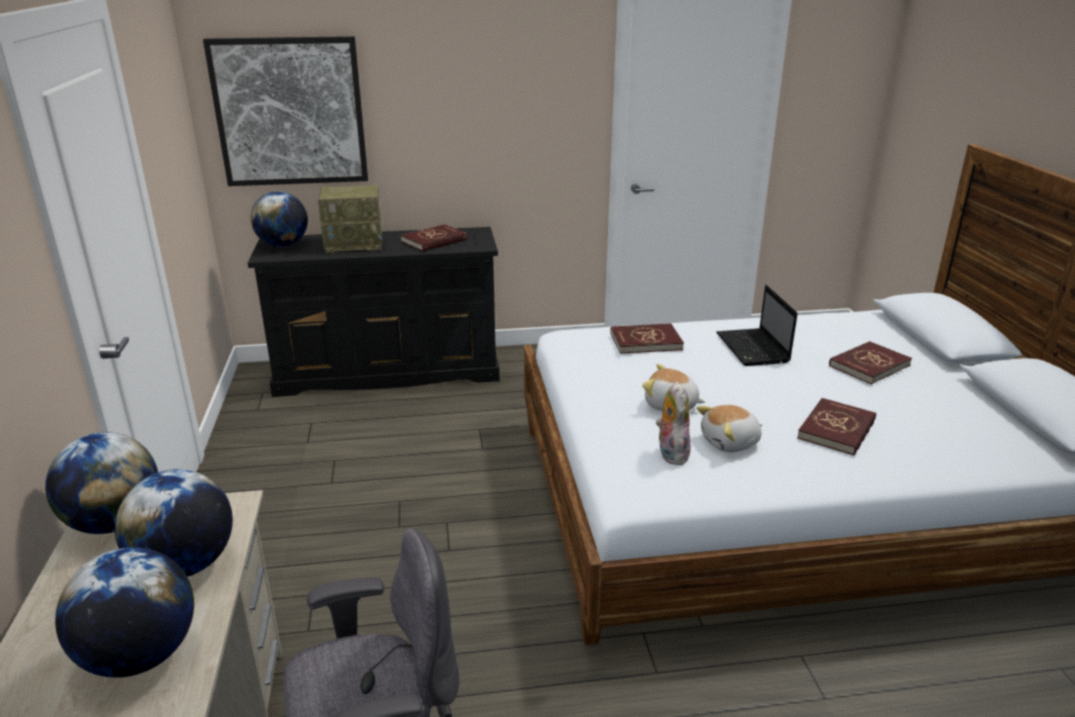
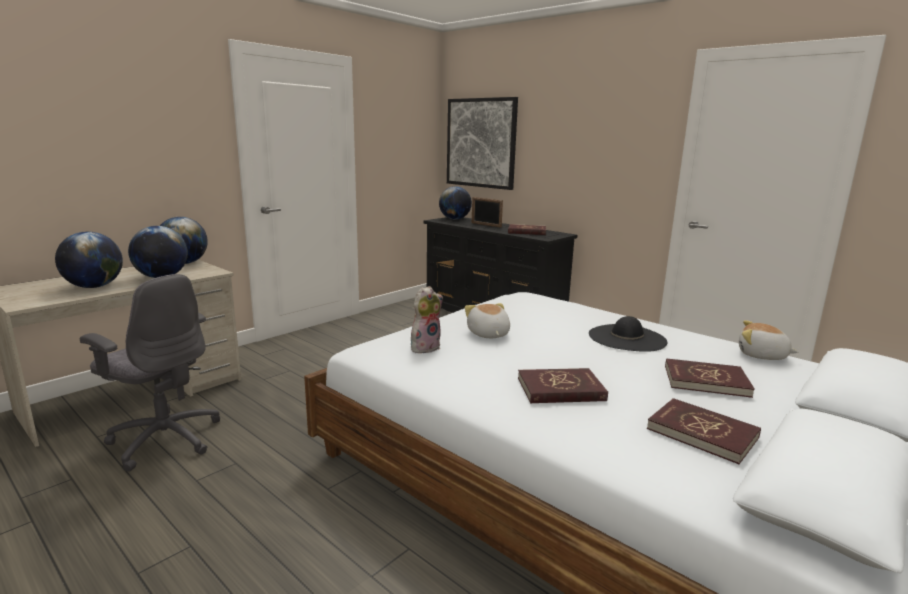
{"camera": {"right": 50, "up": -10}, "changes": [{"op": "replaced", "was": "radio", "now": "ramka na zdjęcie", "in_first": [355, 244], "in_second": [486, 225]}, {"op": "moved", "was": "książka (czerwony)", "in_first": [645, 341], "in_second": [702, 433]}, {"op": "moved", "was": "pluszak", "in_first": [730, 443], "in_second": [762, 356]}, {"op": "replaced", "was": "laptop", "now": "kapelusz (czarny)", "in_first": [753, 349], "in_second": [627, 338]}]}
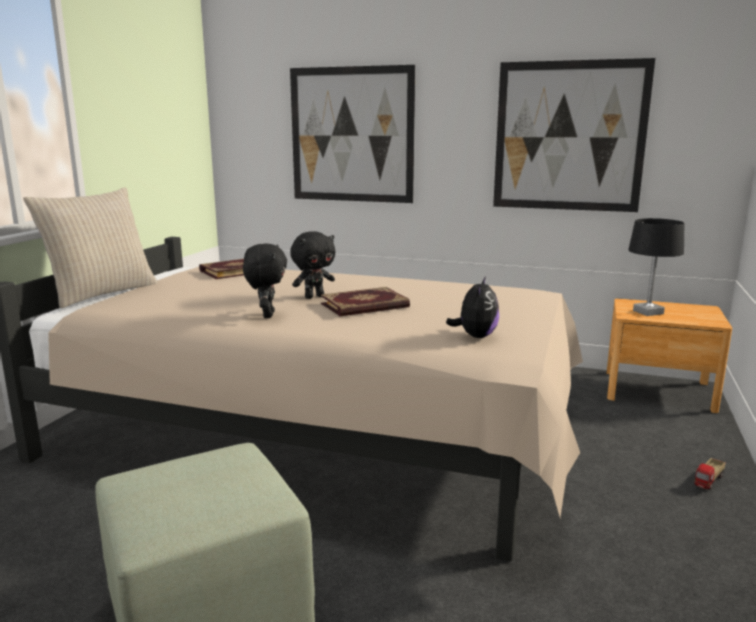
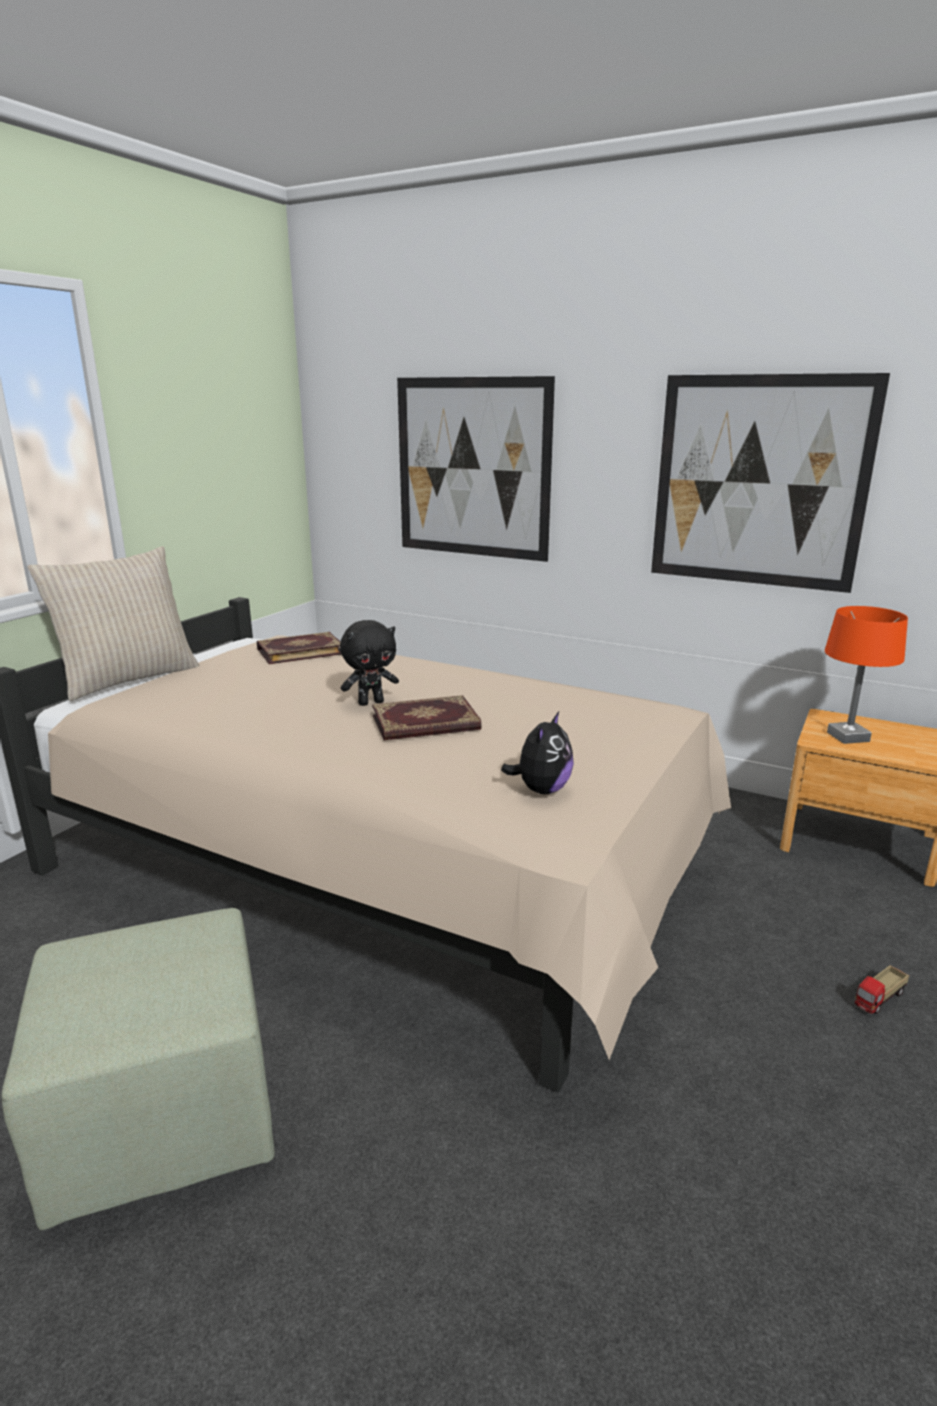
{"camera": {"right": 10, "up": 5}, "changes": [{"op": "removed", "was": "pluszak (czarny)", "in_first": [267, 315]}, {"op": "recoloured", "was": "lampa stołowa (czarny)", "now": "lampa stołowa (pomarańczowy)", "in_first": [648, 312], "in_second": [848, 737]}]}
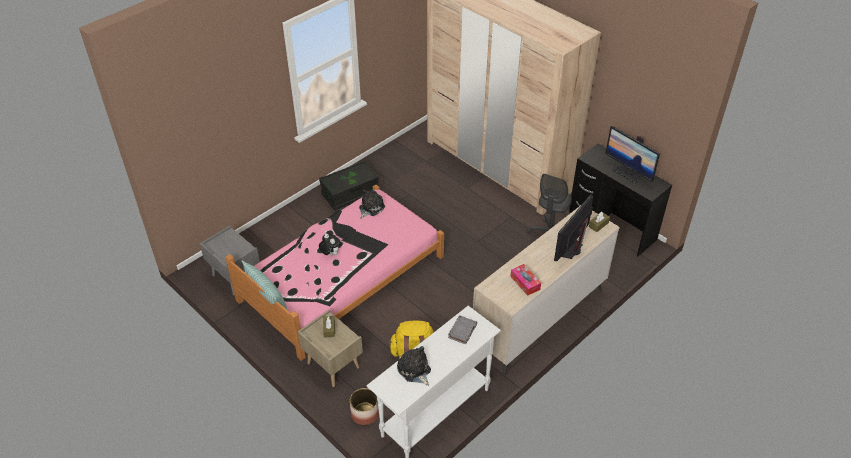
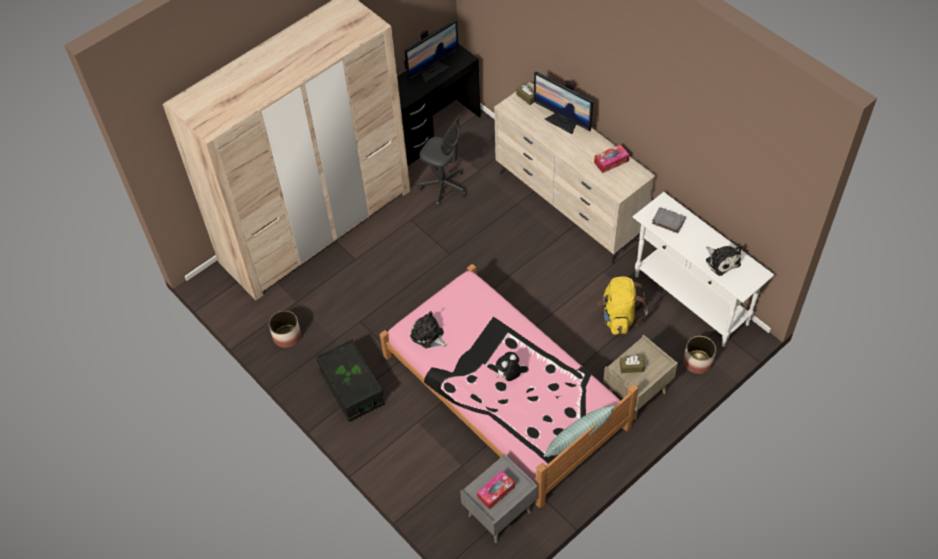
{"camera": {"right": -85, "up": 10}, "changes": [{"op": "turned", "was": "pluszak", "in_first": [414, 370], "in_second": [721, 261], "clockwise": -90}, {"op": "added", "now": "donica", "in_second": [286, 336]}, {"op": "added", "now": "pudełko chusteczek", "in_second": [496, 492]}]}
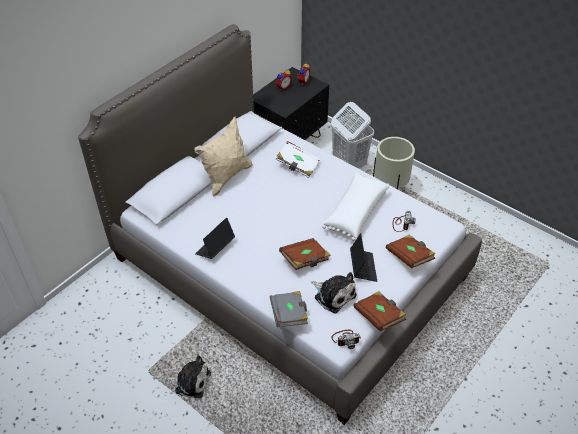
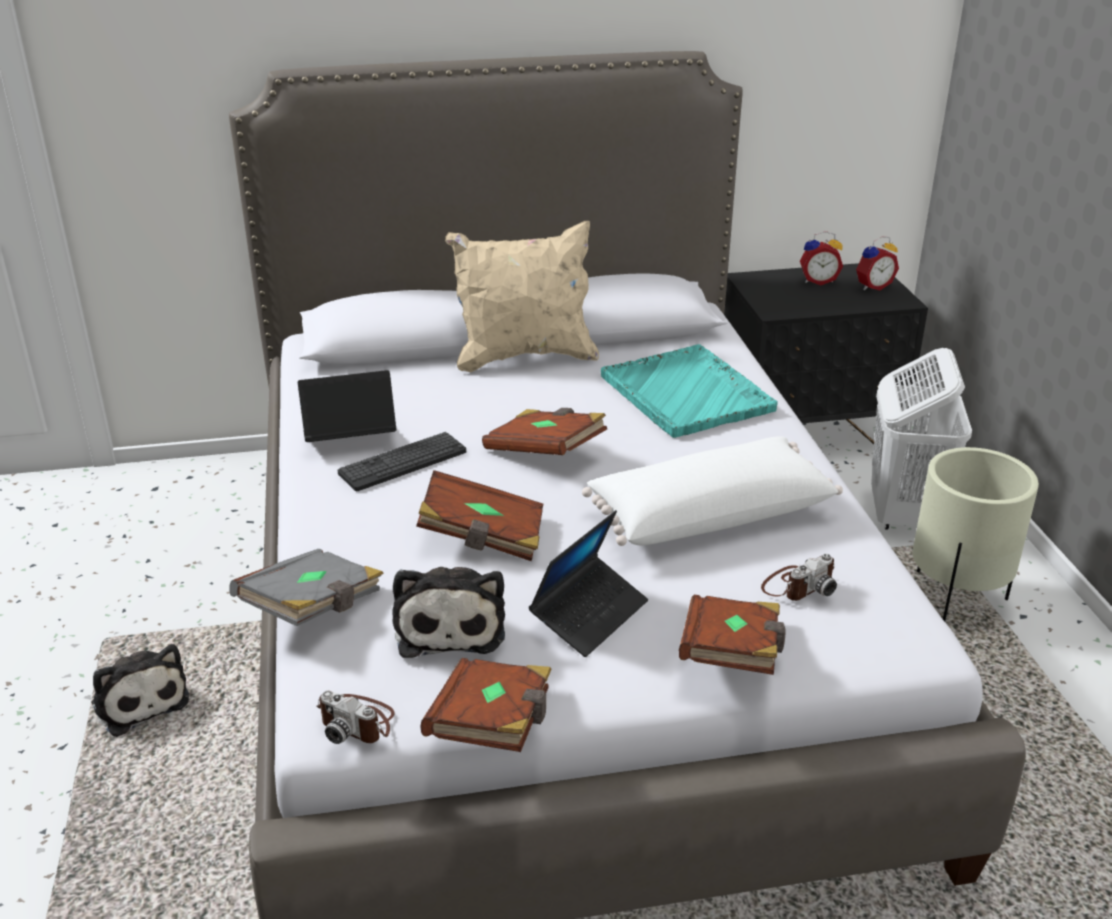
{"camera": {"right": 40, "up": -15}, "changes": [{"op": "replaced", "was": "książka (biały)", "now": "taca (turkusowy)", "in_first": [297, 166], "in_second": [687, 394]}, {"op": "added", "now": "klawiatura", "in_second": [403, 462]}, {"op": "added", "now": "książka (brązowy)", "in_second": [545, 452]}]}
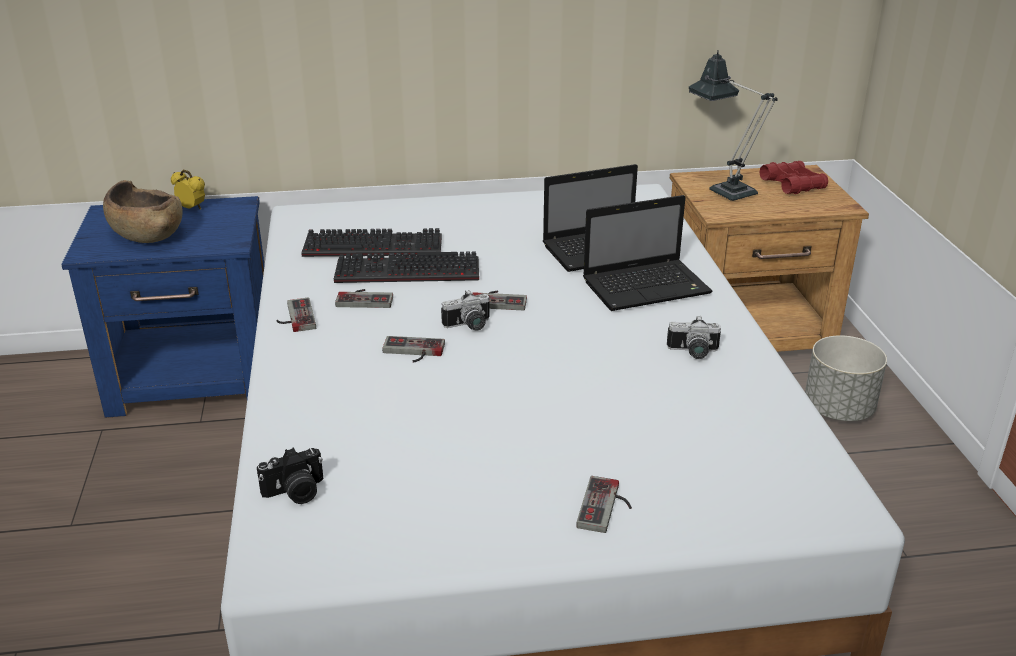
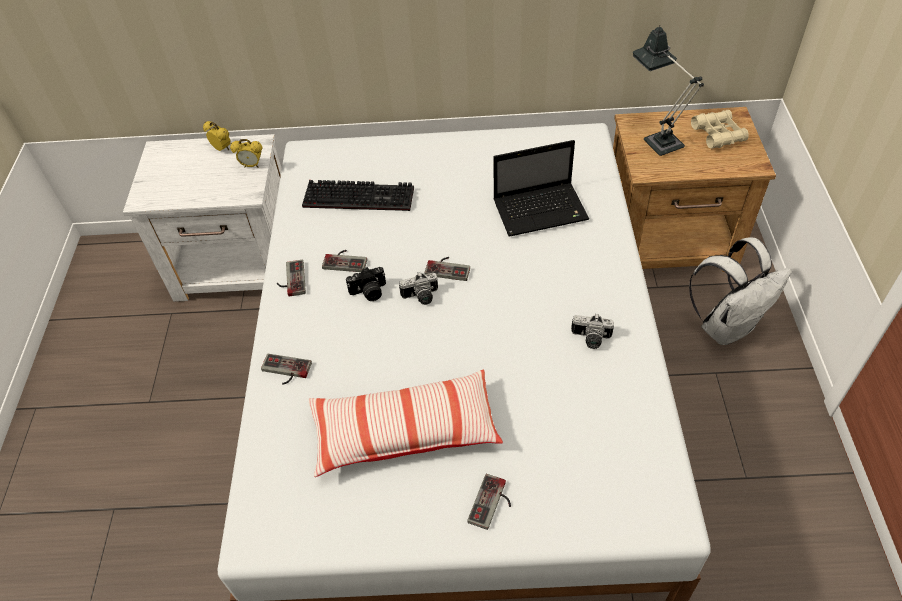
{"camera": {"right": 10, "up": 20}, "changes": [{"op": "recoloured", "was": "szafka nocna (niebieski)", "now": "szafka nocna (biały)", "in_first": [197, 377], "in_second": [240, 265]}, {"op": "removed", "was": "miska (brązowy)", "in_first": [146, 232]}, {"op": "moved", "was": "aparat fotograficzny", "in_first": [295, 492], "in_second": [369, 292]}, {"op": "removed", "was": "klawiatura", "in_first": [405, 273]}, {"op": "moved", "was": "pad do gier", "in_first": [412, 352], "in_second": [284, 371]}, {"op": "removed", "was": "laptop", "in_first": [648, 287]}, {"op": "recoloured", "was": "lornetka (czerwony)", "now": "lornetka (beżowy)", "in_first": [792, 185], "in_second": [718, 134]}, {"op": "replaced", "was": "donica (szary)", "now": "plecak (biały)", "in_first": [838, 409], "in_second": [727, 326]}, {"op": "added", "now": "budzik", "in_second": [252, 165]}, {"op": "added", "now": "poduszka", "in_second": [405, 431]}]}
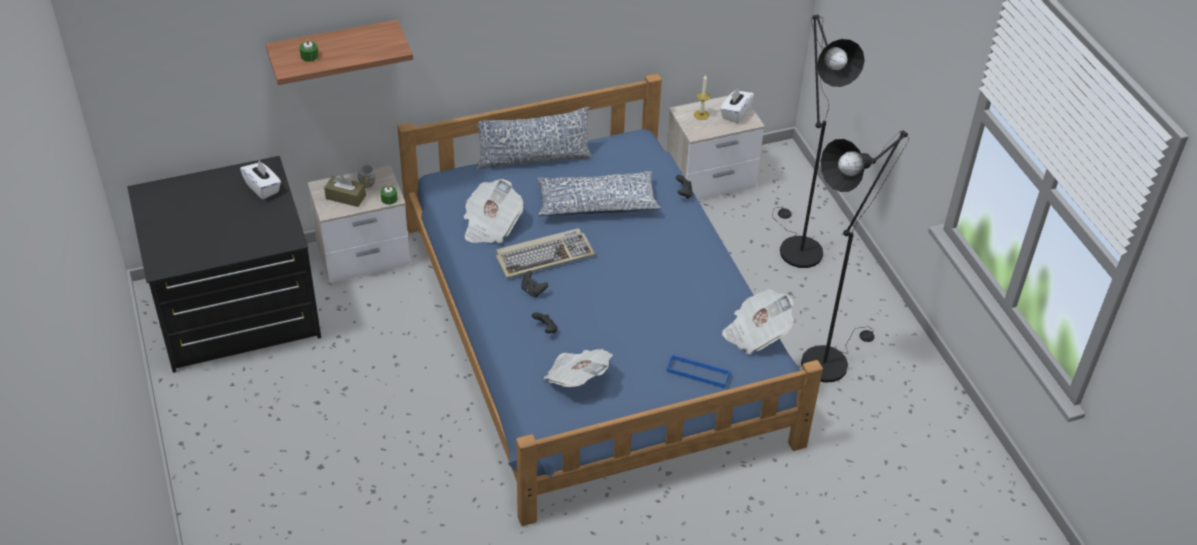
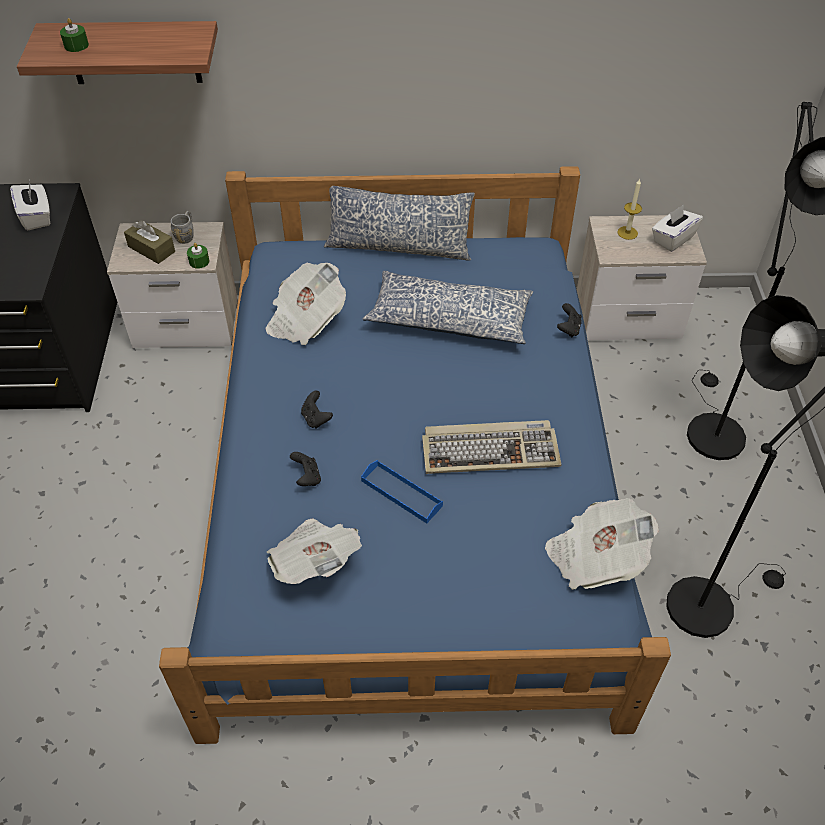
{"camera": {"right": 20, "up": 5}, "changes": [{"op": "moved", "was": "klawiatura", "in_first": [544, 255], "in_second": [490, 450]}, {"op": "moved", "was": "taca (niebieski)", "in_first": [698, 373], "in_second": [401, 493]}]}
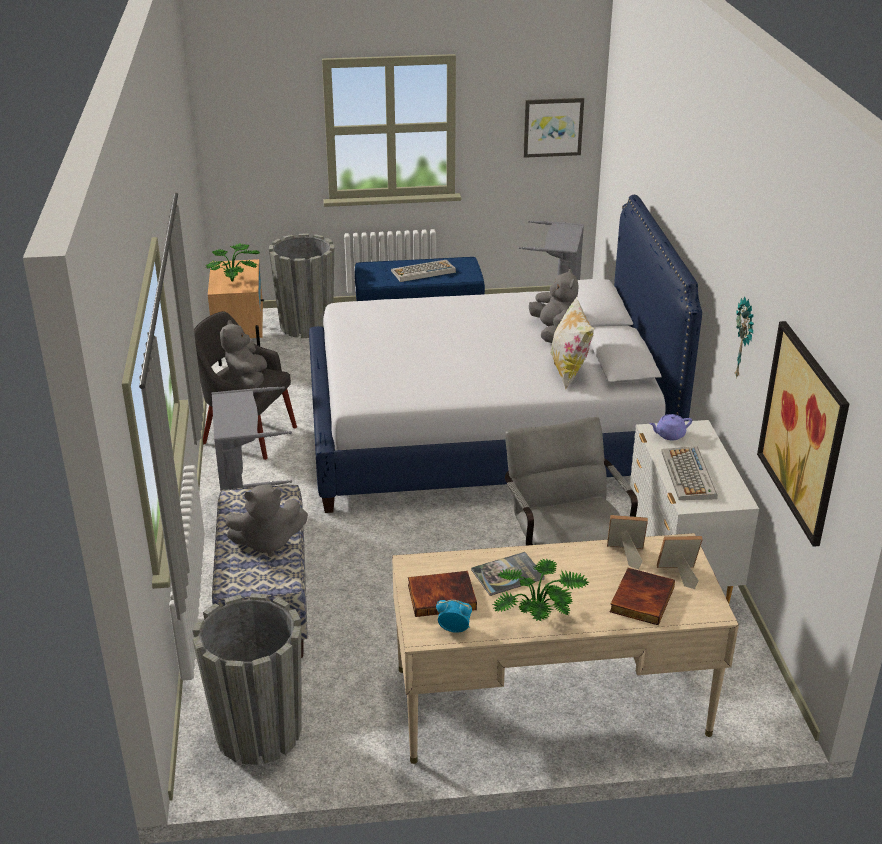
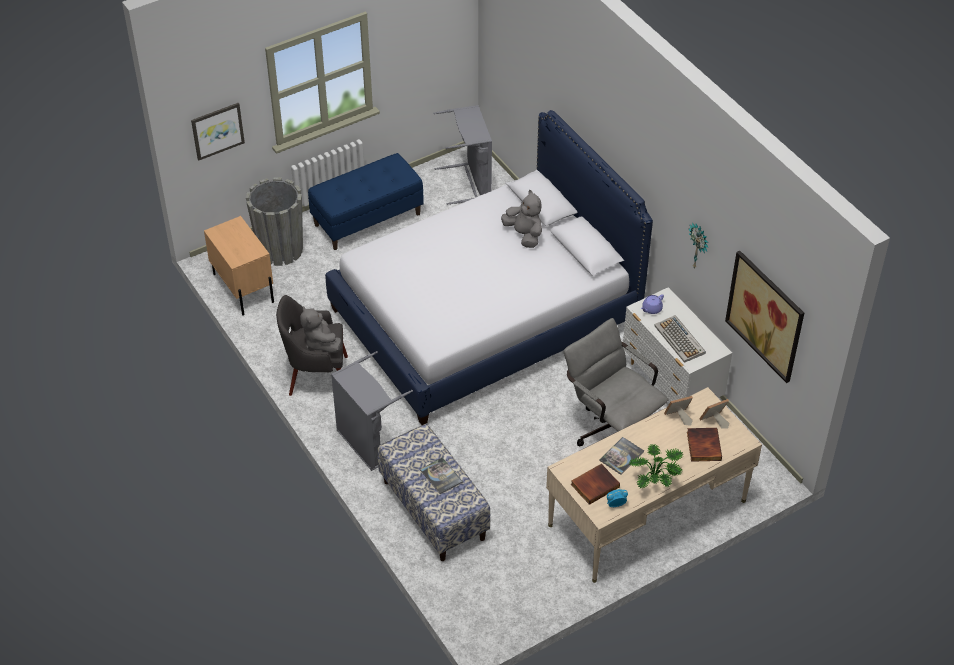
{"camera": {"right": -25, "up": 15}, "changes": [{"op": "removed", "was": "donica (szary)", "in_first": [258, 732]}, {"op": "removed", "was": "roślina doniczkowa", "in_first": [235, 281]}, {"op": "replaced", "was": "pluszak (szary)", "now": "książka", "in_first": [267, 542], "in_second": [441, 476]}, {"op": "removed", "was": "klawiatura", "in_first": [423, 272]}, {"op": "moved", "was": "obraz", "in_first": [553, 127], "in_second": [217, 130]}, {"op": "removed", "was": "poduszka", "in_first": [569, 371]}]}
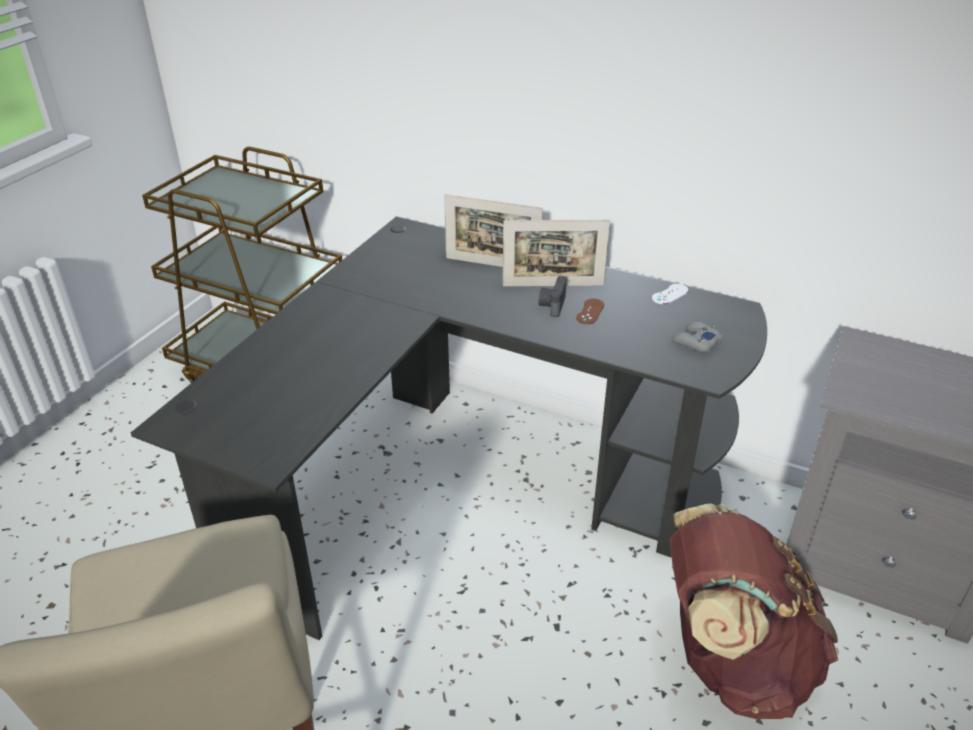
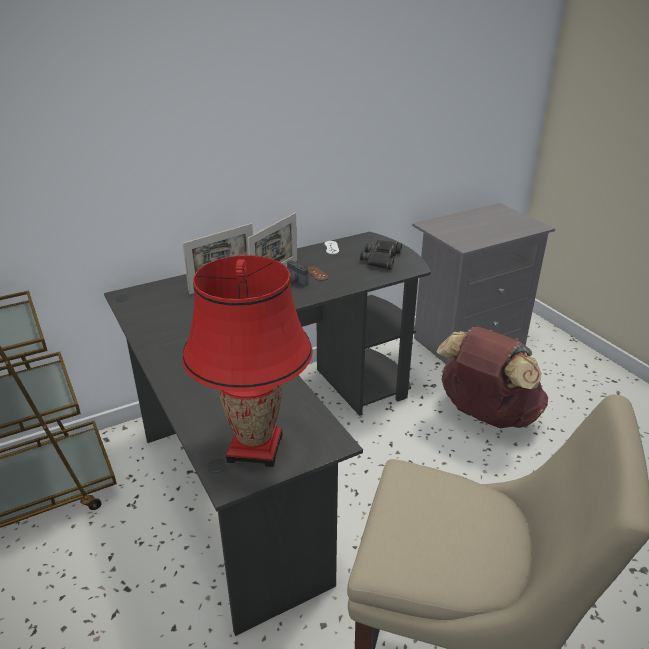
{"camera": {"right": -55, "up": -5}, "changes": [{"op": "replaced", "was": "pad do gier (szary)", "now": "lornetka (czarny)", "in_first": [695, 342], "in_second": [381, 259]}, {"op": "added", "now": "lampa stołowa (czerwony)", "in_second": [255, 448]}]}
